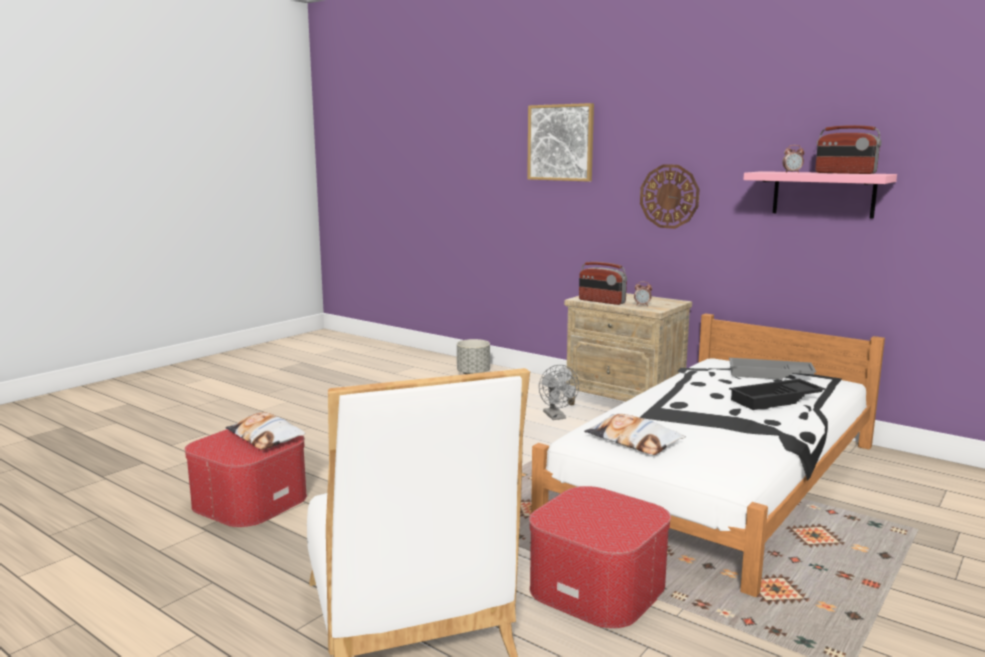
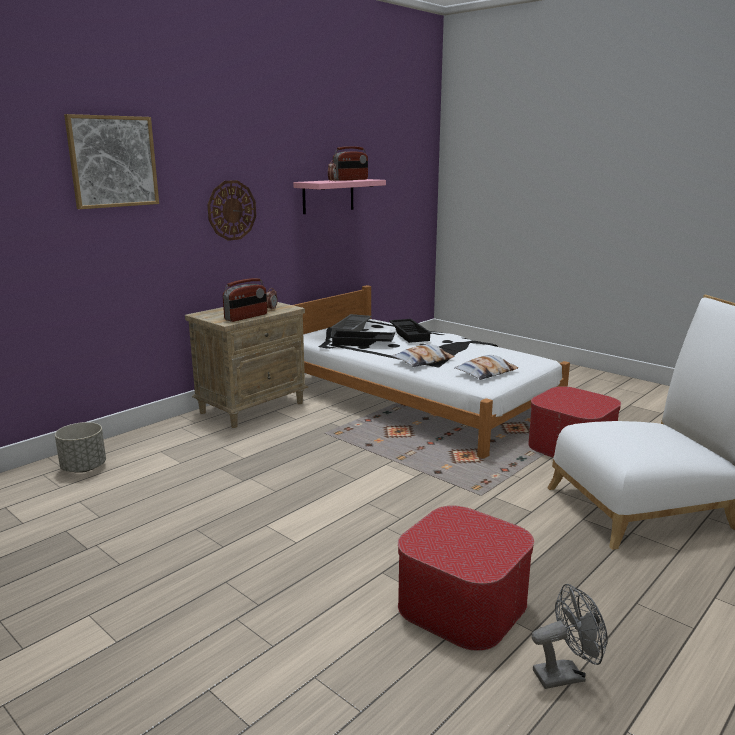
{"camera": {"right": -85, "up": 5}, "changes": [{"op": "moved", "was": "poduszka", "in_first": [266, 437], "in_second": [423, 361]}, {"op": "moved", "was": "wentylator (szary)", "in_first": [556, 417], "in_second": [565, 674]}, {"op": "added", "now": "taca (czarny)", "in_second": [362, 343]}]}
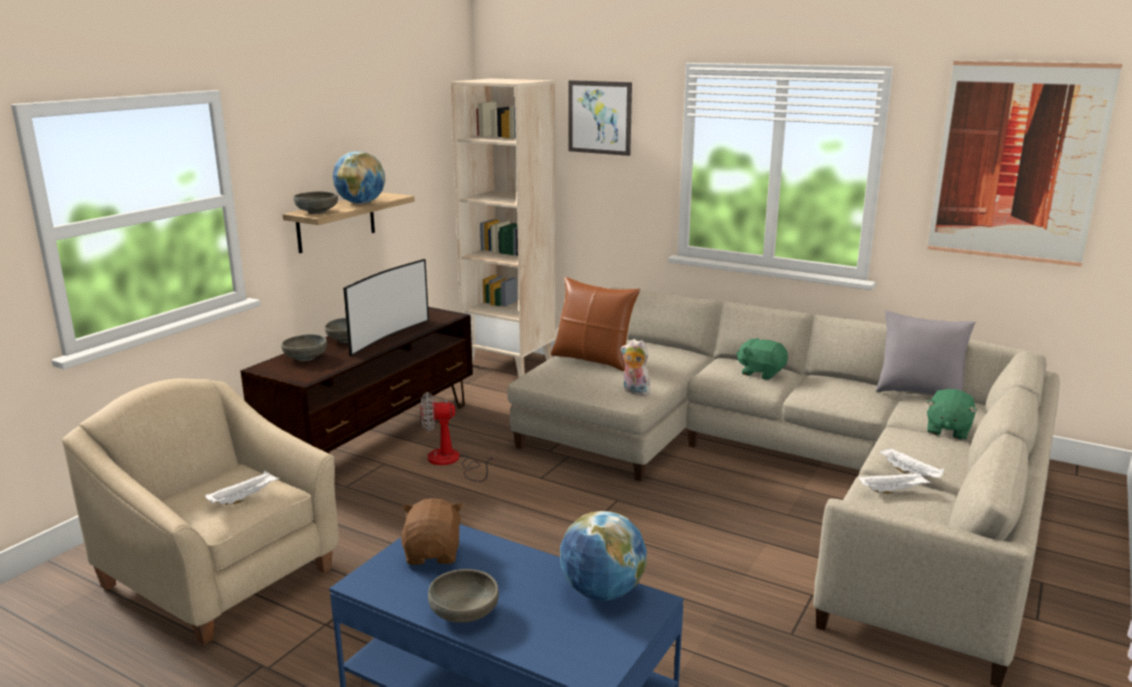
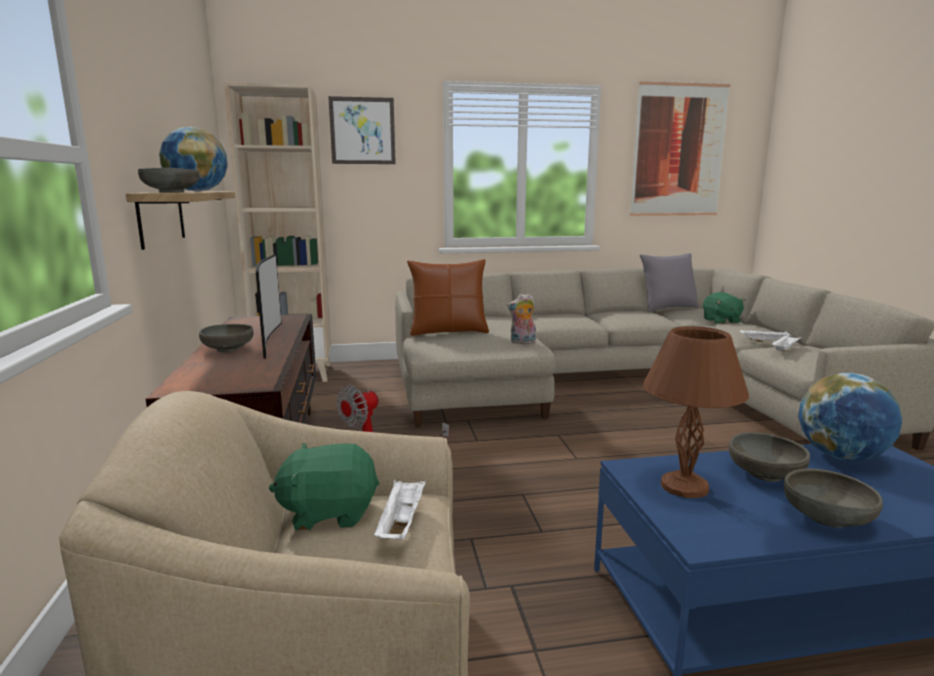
{"camera": {"right": -40, "up": -5}, "changes": [{"op": "moved", "was": "miska (szary)", "in_first": [306, 358], "in_second": [765, 474]}, {"op": "replaced", "was": "pluszak (brązowy)", "now": "lampa stołowa (brązowy)", "in_first": [433, 553], "in_second": [683, 487]}, {"op": "moved", "was": "pluszak (zielony)", "in_first": [761, 373], "in_second": [329, 512]}]}
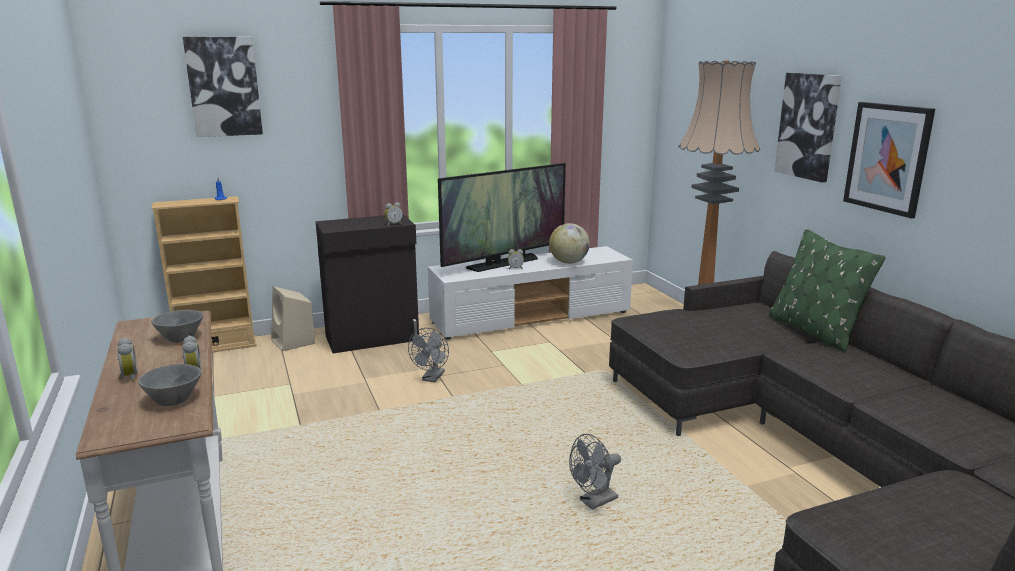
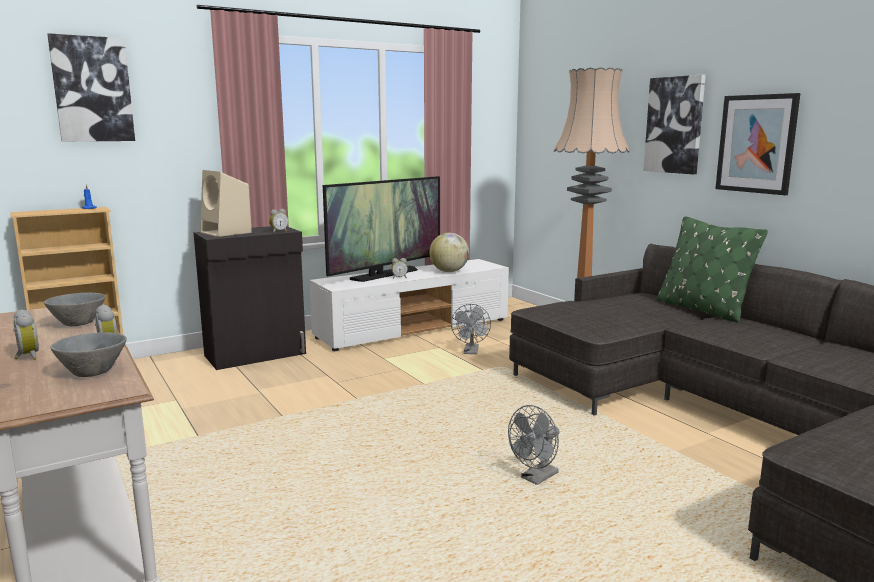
{"camera": {"right": -10, "up": -5}, "changes": [{"op": "moved", "was": "głośnik (beżowy)", "in_first": [294, 342], "in_second": [227, 233]}, {"op": "moved", "was": "wentylator (szary)", "in_first": [432, 378], "in_second": [471, 352]}]}
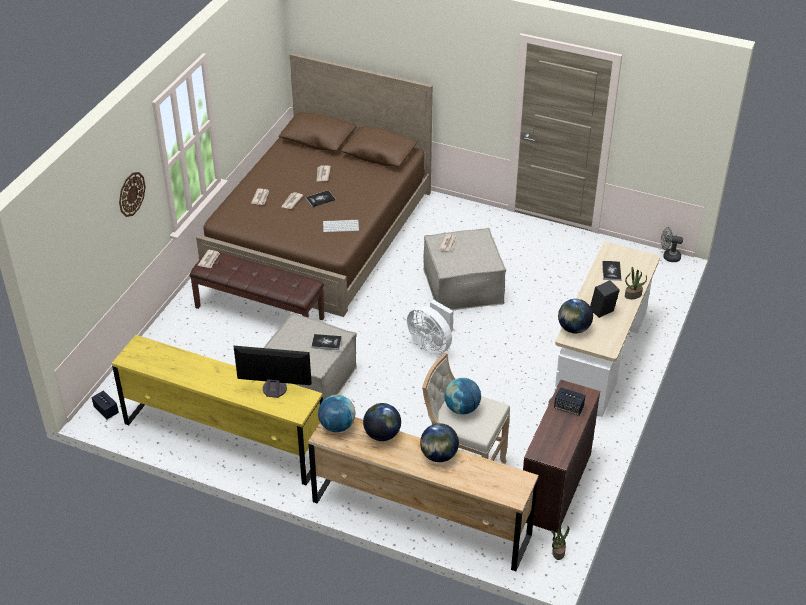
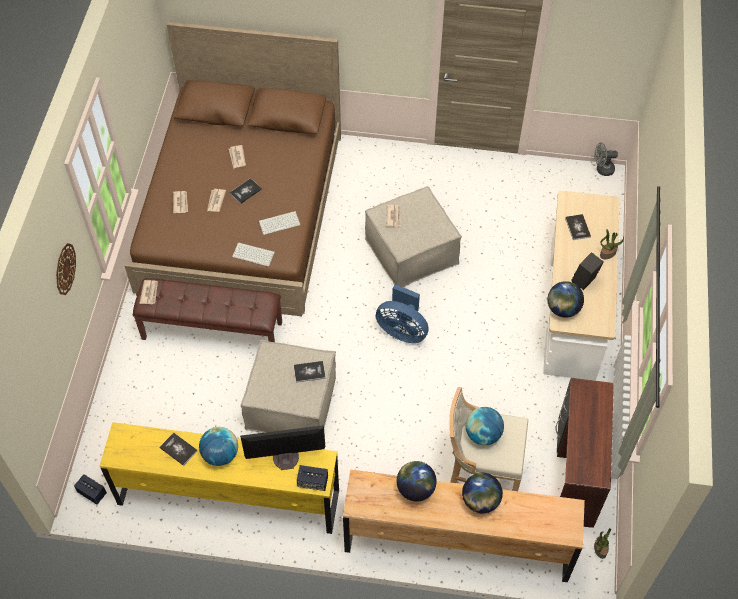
{"camera": {"right": -15, "up": 15}, "changes": [{"op": "moved", "was": "globus", "in_first": [337, 426], "in_second": [220, 454]}, {"op": "recoloured", "was": "wentylator (biały)", "now": "wentylator (niebieski)", "in_first": [431, 344], "in_second": [402, 330]}, {"op": "moved", "was": "głośnik", "in_first": [568, 408], "in_second": [312, 482]}, {"op": "added", "now": "książka", "in_second": [178, 449]}, {"op": "added", "now": "klawiatura", "in_second": [254, 254]}]}
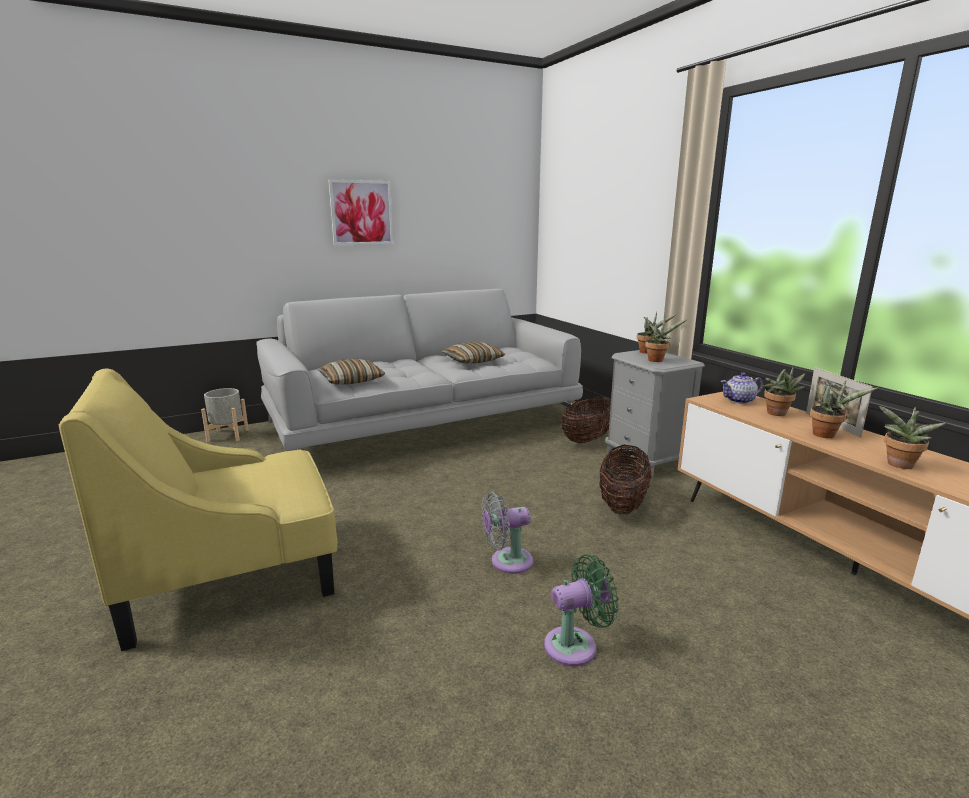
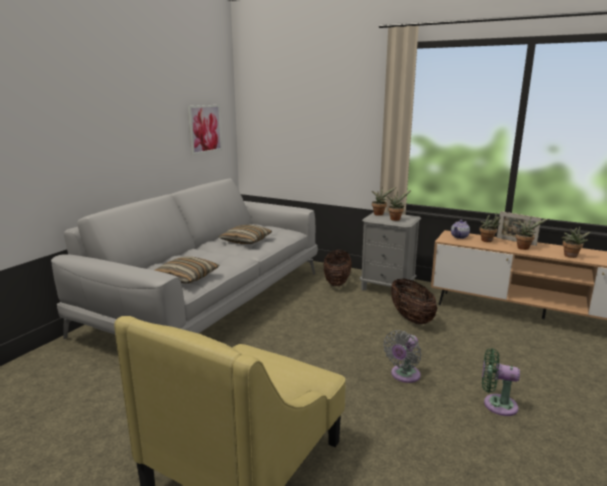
{"camera": {"right": -35, "up": 0}, "changes": [{"op": "removed", "was": "donica (szary)", "in_first": [227, 435]}, {"op": "moved", "was": "obraz", "in_first": [361, 213], "in_second": [205, 129]}, {"op": "turned", "was": "wentylator (zielony)", "in_first": [576, 645], "in_second": [496, 404], "clockwise": -105}]}
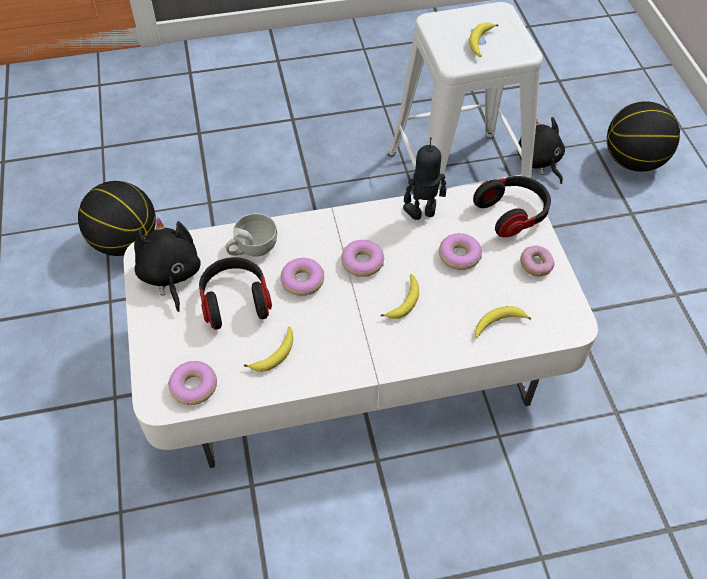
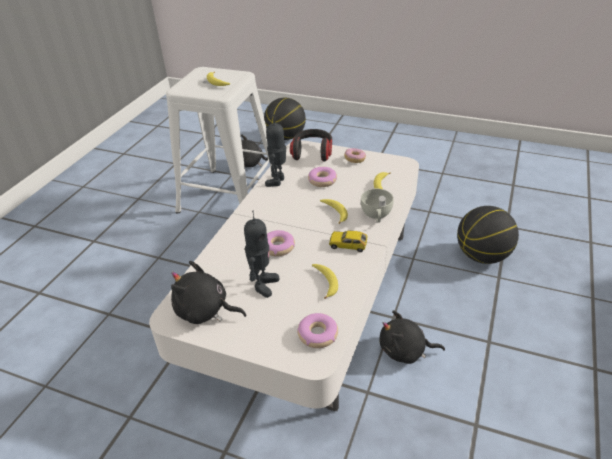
{"camera": {"right": -55, "up": -15}, "changes": [{"op": "moved", "was": "piłka do koszykówki", "in_first": [125, 242], "in_second": [482, 256]}, {"op": "replaced", "was": "słuchawki", "now": "robot zabawkowy", "in_first": [235, 301], "in_second": [263, 285]}, {"op": "moved", "was": "filiżanka (biały)", "in_first": [252, 248], "in_second": [376, 216]}, {"op": "removed", "was": "donut", "in_first": [362, 262]}, {"op": "added", "now": "samochodzik", "in_second": [348, 244]}, {"op": "added", "now": "pluszak (czarny)", "in_second": [405, 351]}]}
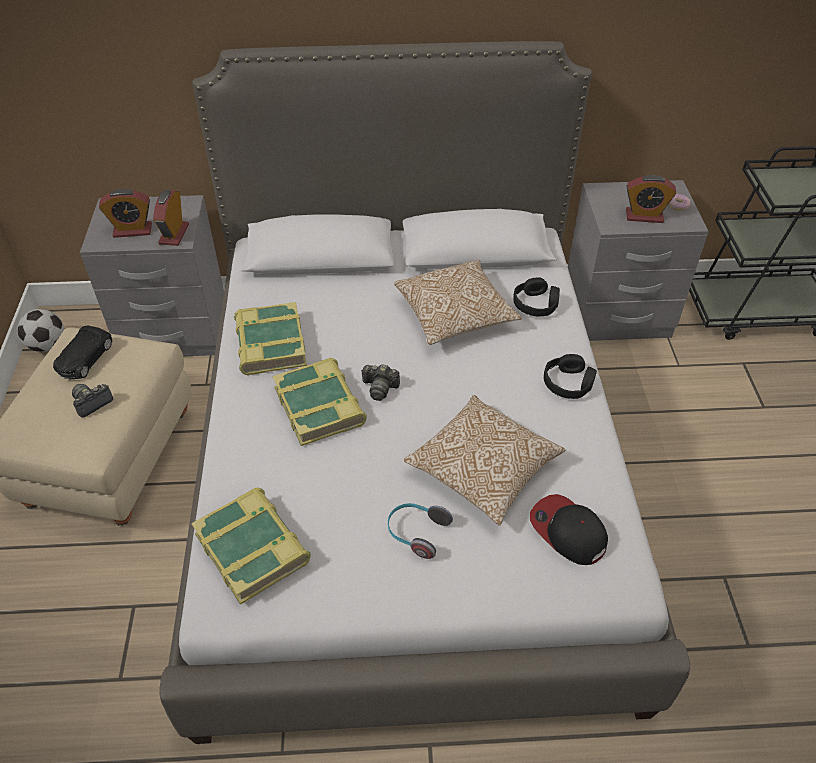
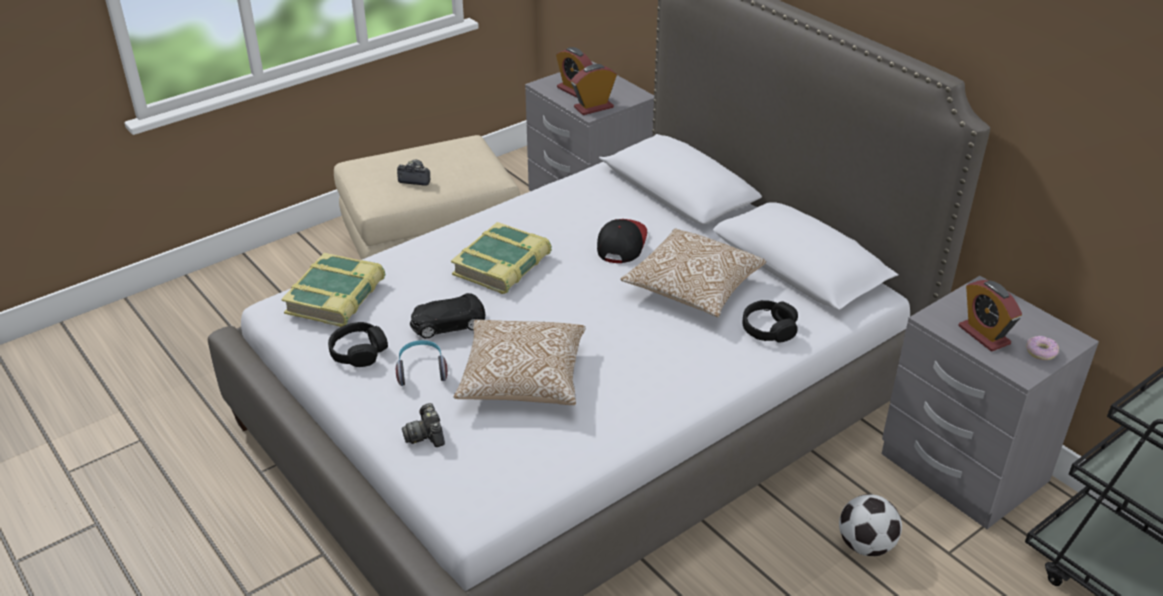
{"camera": {"right": 55, "up": -10}, "changes": [{"op": "moved", "was": "piłka futbolowa", "in_first": [47, 345], "in_second": [865, 545]}, {"op": "moved", "was": "samochodzik (czarny)", "in_first": [85, 359], "in_second": [447, 324]}, {"op": "removed", "was": "książka", "in_first": [269, 344]}, {"op": "moved", "was": "aparat fotograficzny", "in_first": [380, 388], "in_second": [426, 435]}, {"op": "moved", "was": "czapka z daszkiem", "in_first": [567, 531], "in_second": [621, 243]}, {"op": "moved", "was": "słuchawki (czarny)", "in_first": [568, 383], "in_second": [358, 352]}]}
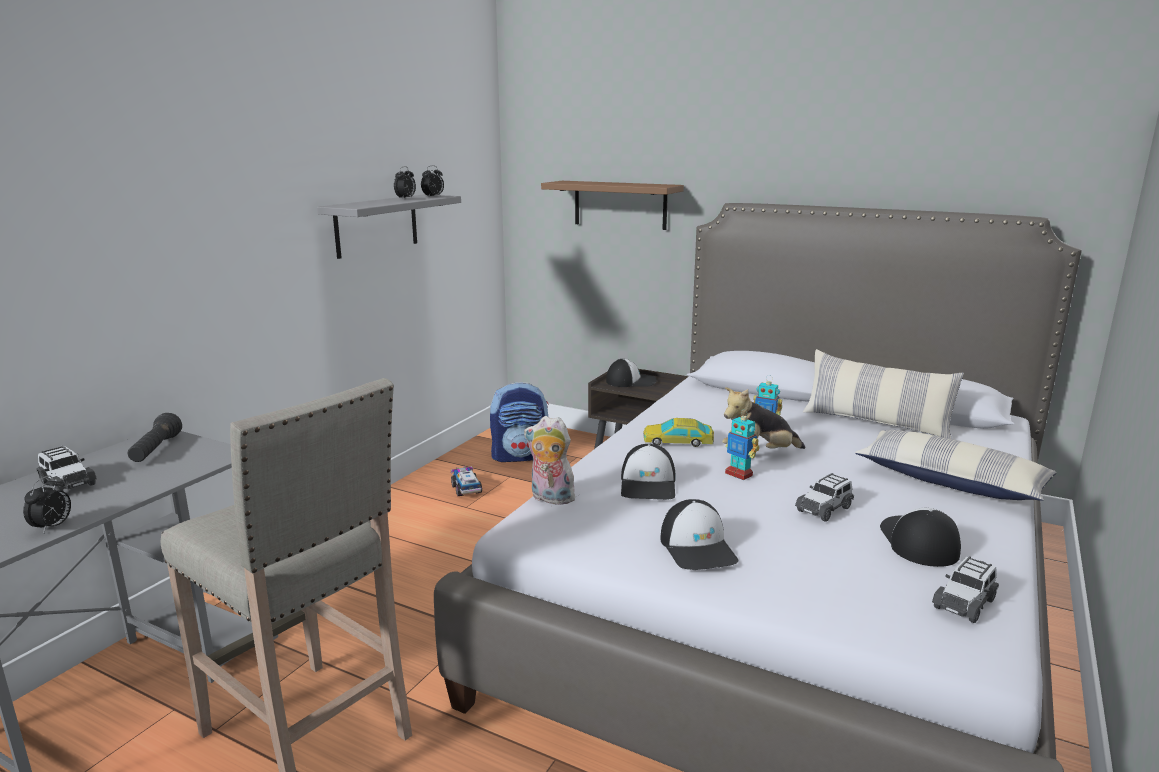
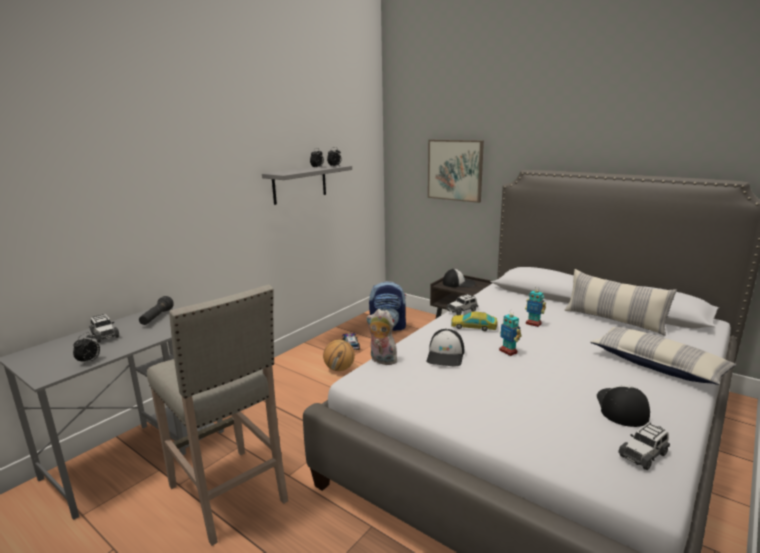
{"camera": {"right": 10, "up": 0}, "changes": [{"op": "replaced", "was": "półka (brązowy)", "now": "obraz", "in_first": [620, 204], "in_second": [455, 170]}, {"op": "removed", "was": "czapka z daszkiem", "in_first": [698, 548]}, {"op": "removed", "was": "pluszak", "in_first": [759, 455]}, {"op": "moved", "was": "samochodzik", "in_first": [824, 509], "in_second": [462, 310]}, {"op": "added", "now": "piłka do koszykówki", "in_second": [339, 369]}]}
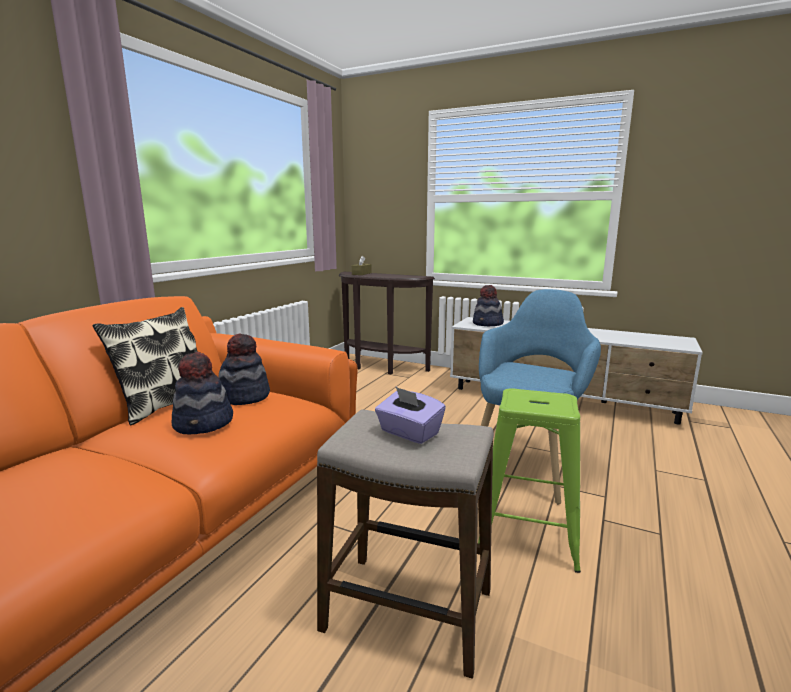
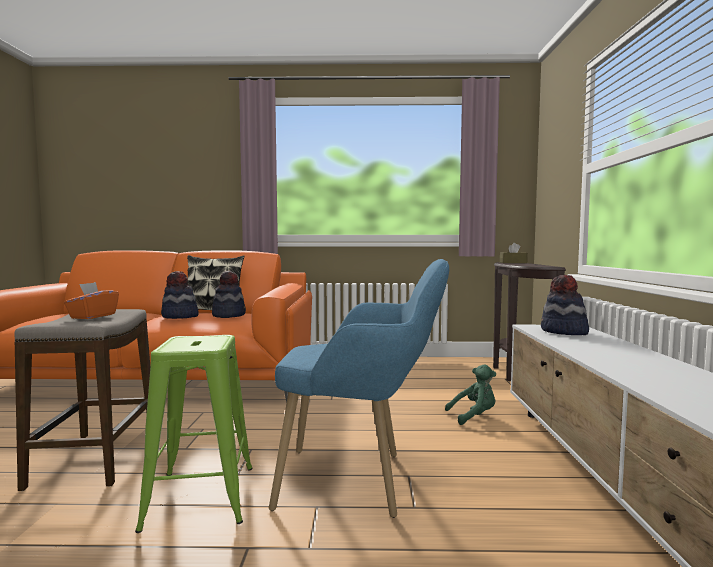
{"camera": {"right": 65, "up": -10}, "changes": [{"op": "recoloured", "was": "pudełko chusteczek (fioletowy)", "now": "pudełko chusteczek (pomarańczowy)", "in_first": [409, 433], "in_second": [93, 316]}, {"op": "added", "now": "pluszak (zielony)", "in_second": [474, 416]}]}
